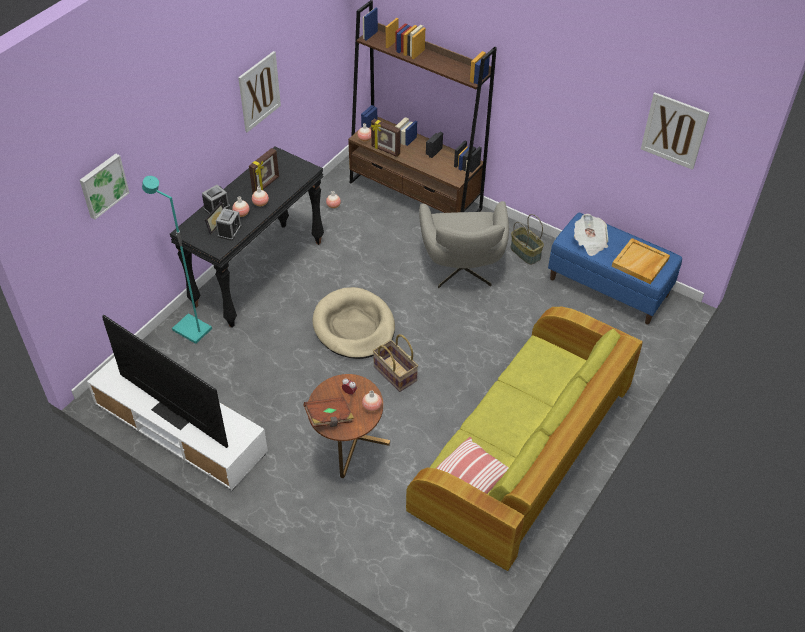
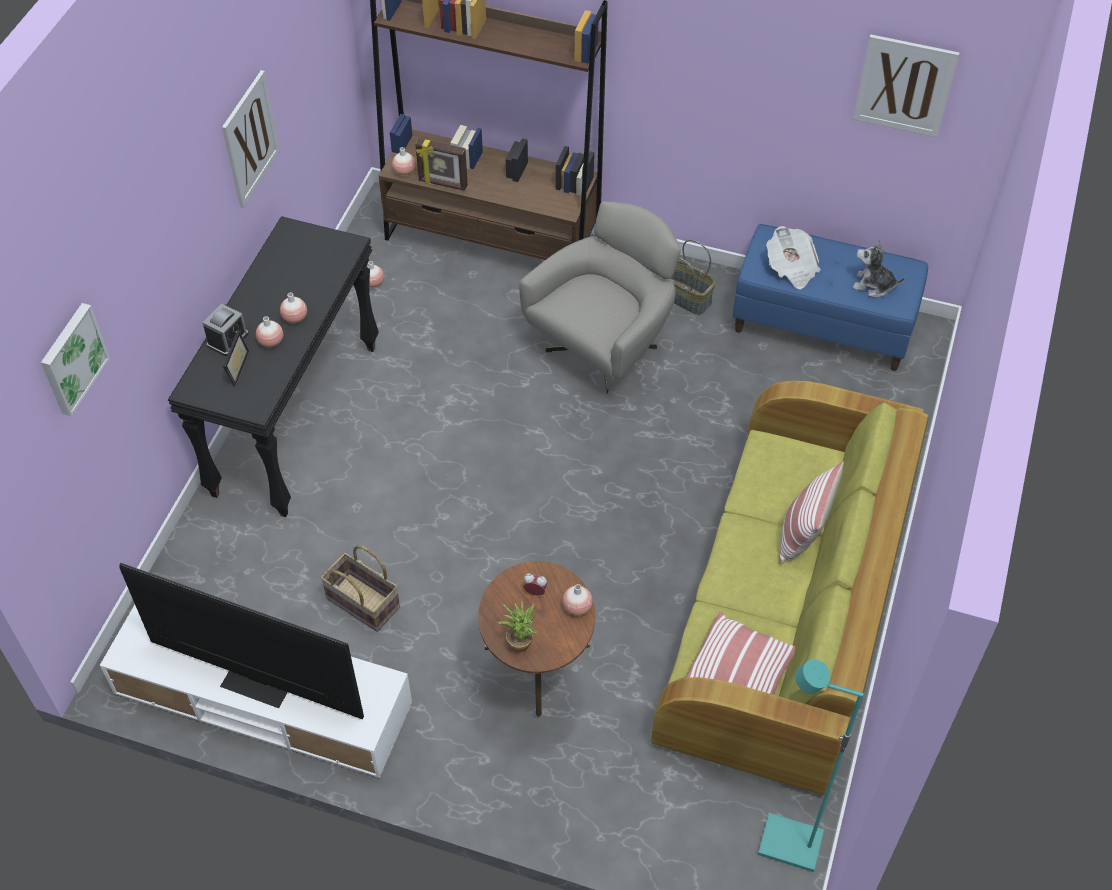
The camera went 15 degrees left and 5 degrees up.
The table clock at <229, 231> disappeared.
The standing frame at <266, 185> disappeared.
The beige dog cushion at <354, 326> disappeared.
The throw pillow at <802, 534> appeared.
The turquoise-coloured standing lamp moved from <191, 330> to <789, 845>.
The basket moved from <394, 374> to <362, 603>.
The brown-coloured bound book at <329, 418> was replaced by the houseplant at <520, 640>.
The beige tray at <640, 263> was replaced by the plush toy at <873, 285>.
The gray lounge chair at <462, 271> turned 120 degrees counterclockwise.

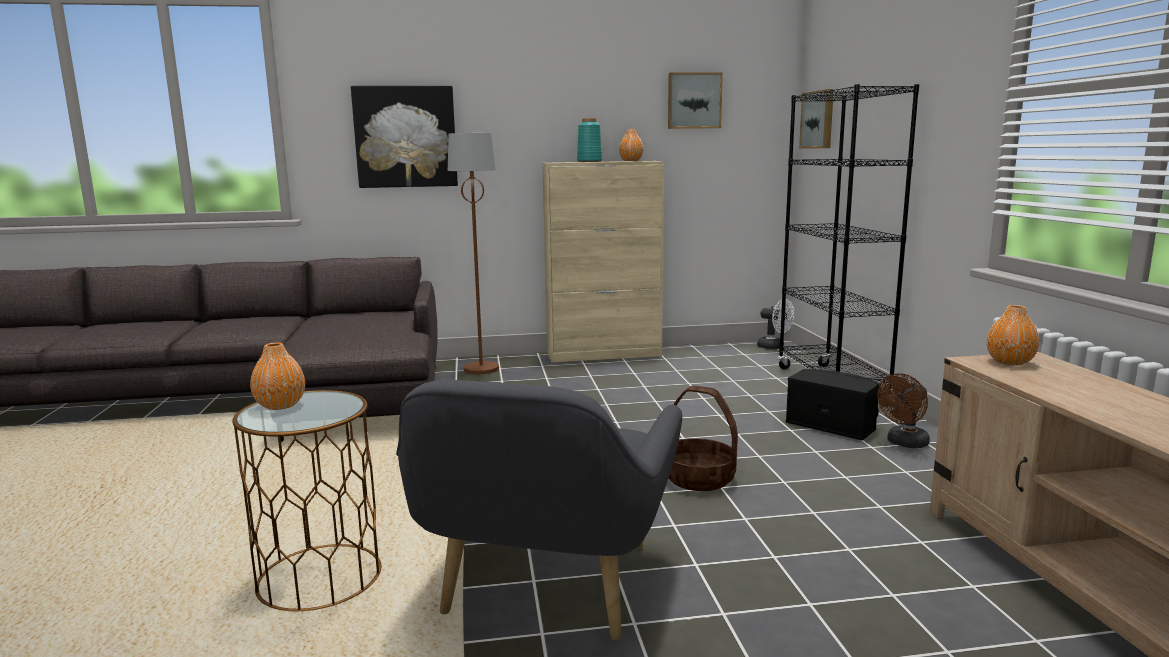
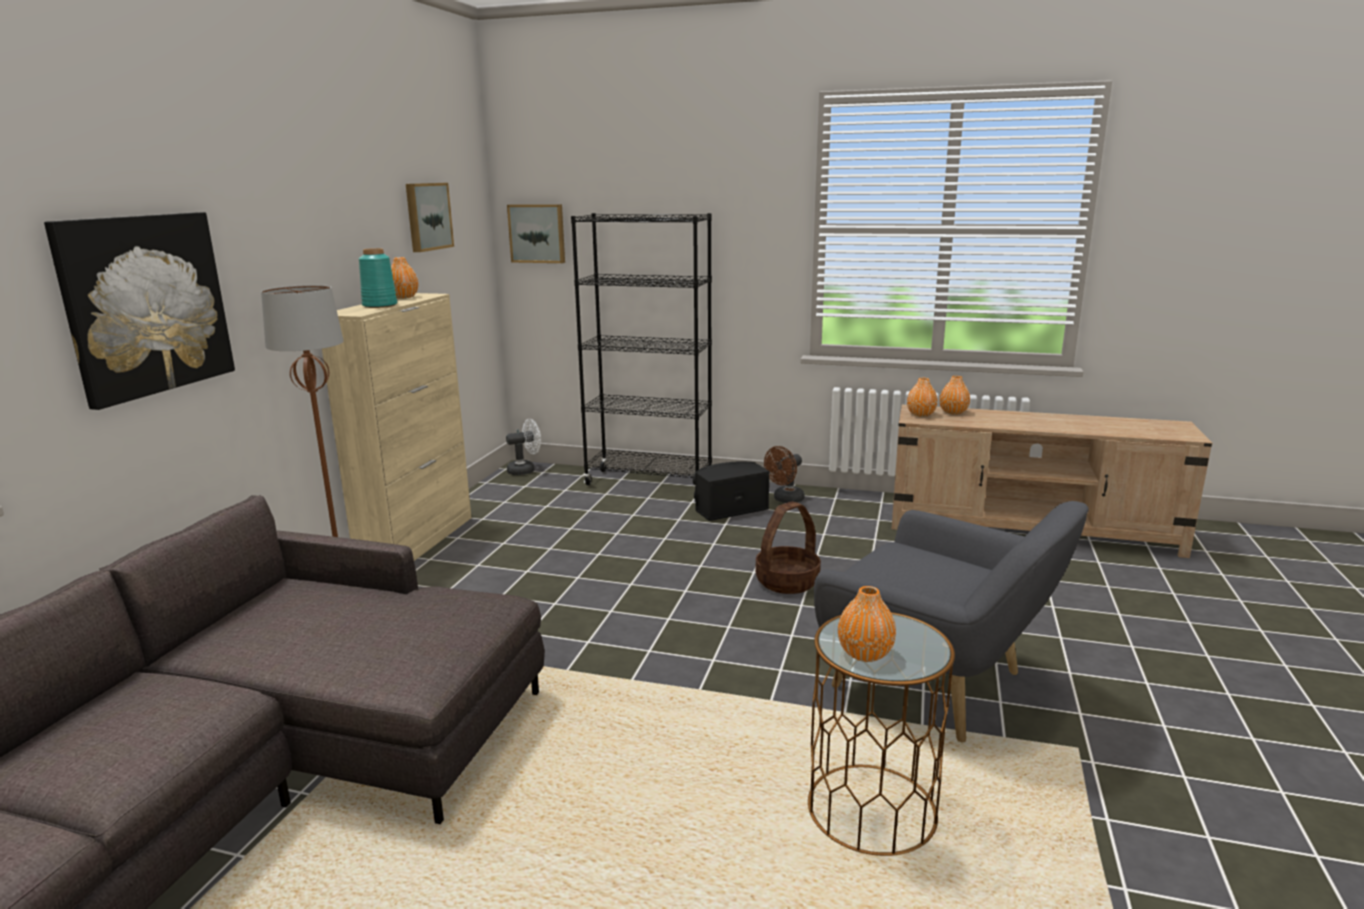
The camera went 65 degrees left and 5 degrees up.
The orange decorative vase at <953, 412> appeared.
The brown-coloured fan at <904, 443> turned 60 degrees clockwise.

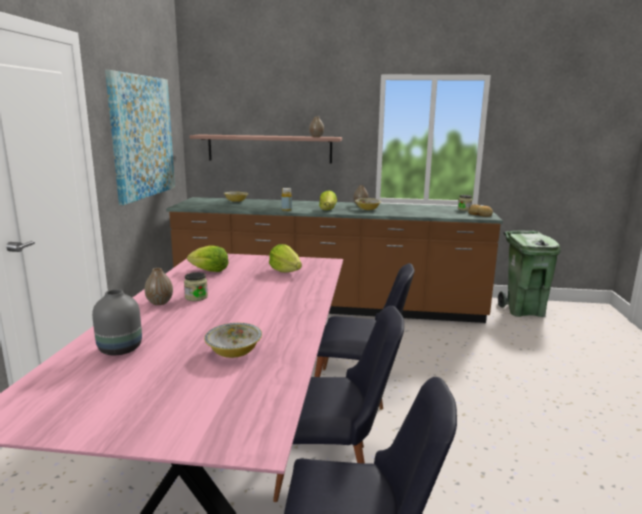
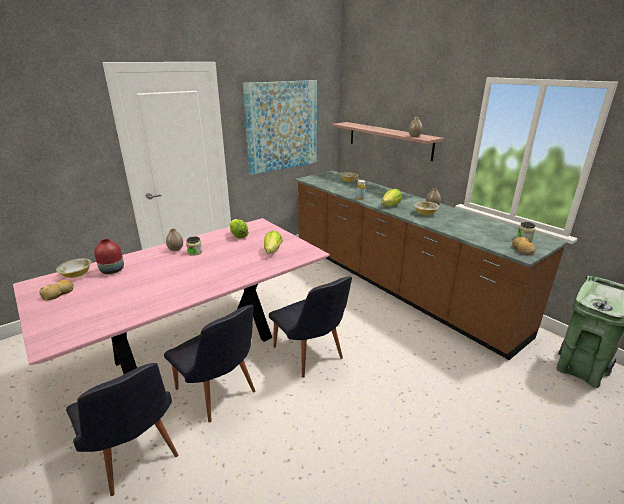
The camera went 45 degrees right and 10 degrees up.
The baked bread at <59, 293> appeared.
The bowl moved from <234, 352> to <76, 274>.
The gray decorative vase at <119, 349> became the reddish decorative vase at <111, 270>.

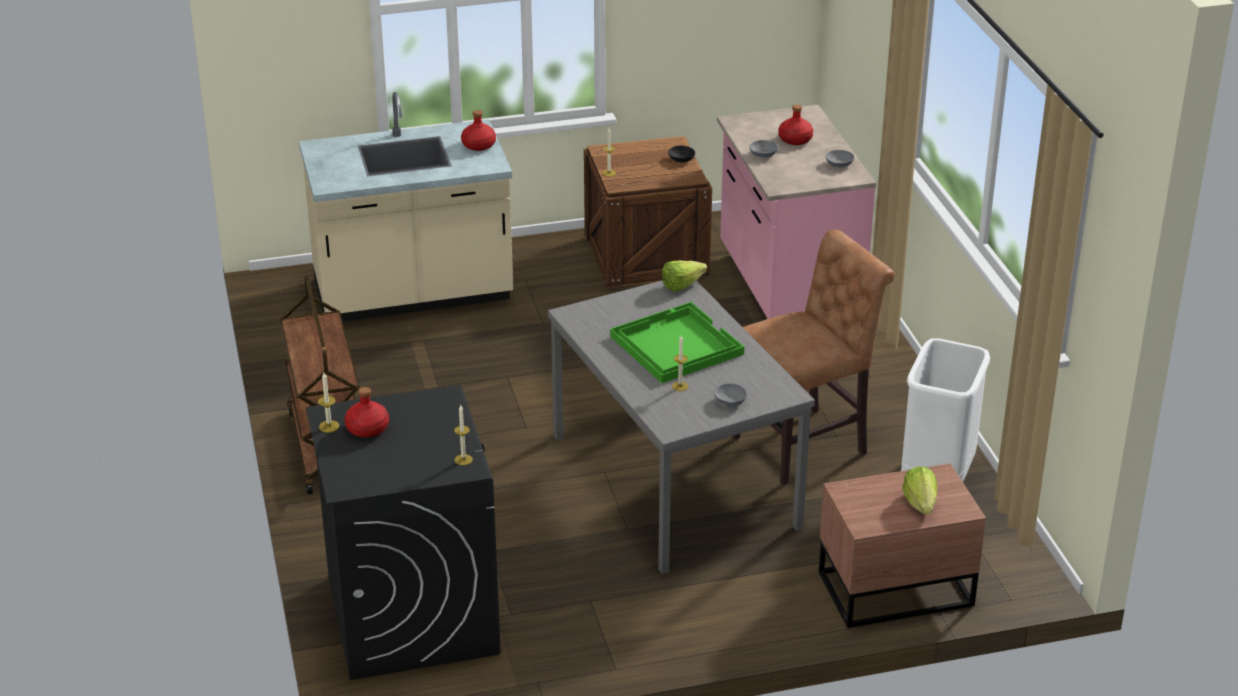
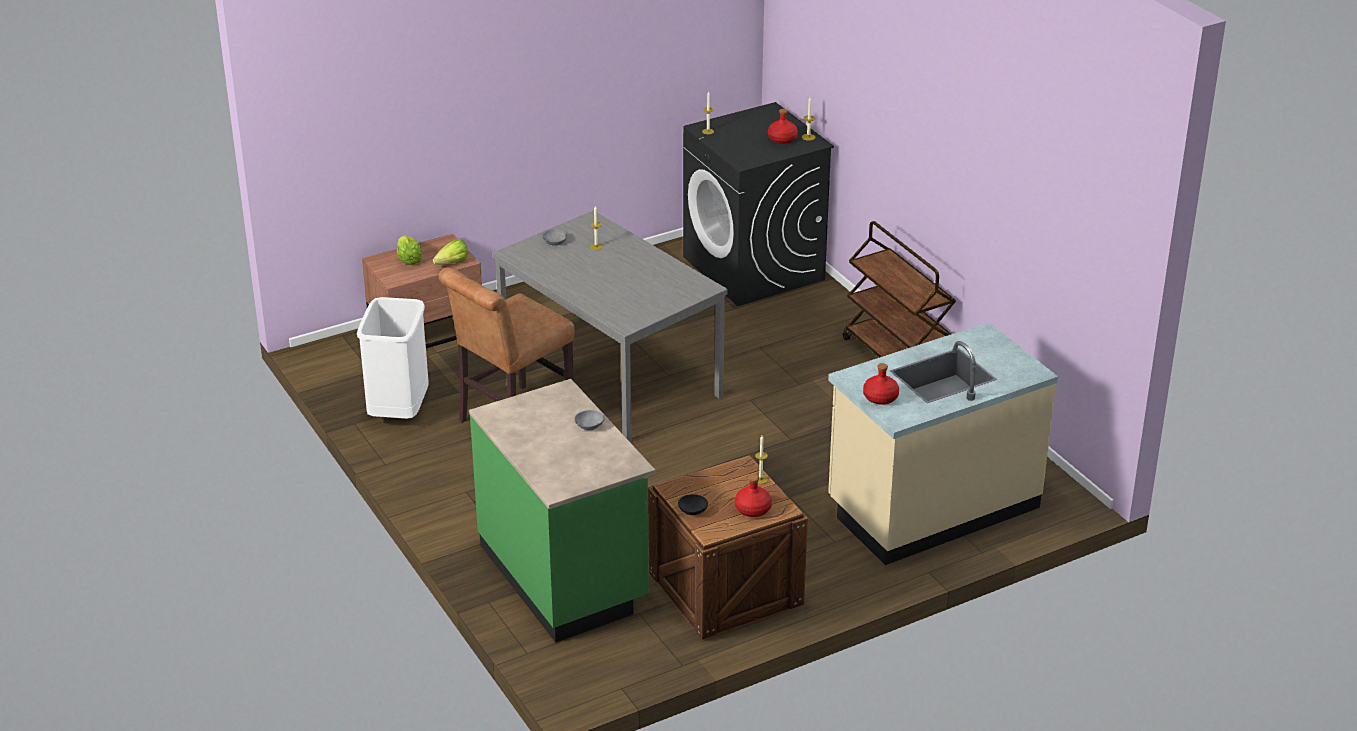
The camera went 165 degrees right and 0 degrees up.
The green tray at <675, 345> disappeared.
The gray bowl at <839, 164> disappeared.
The head of lettuce moved from <685, 285> to <449, 264>.
The reddish drink bottle moved from <795, 140> to <752, 509>.
The pinkish kitchen base unit at <786, 289> became the green kitchen base unit at <565, 575>.

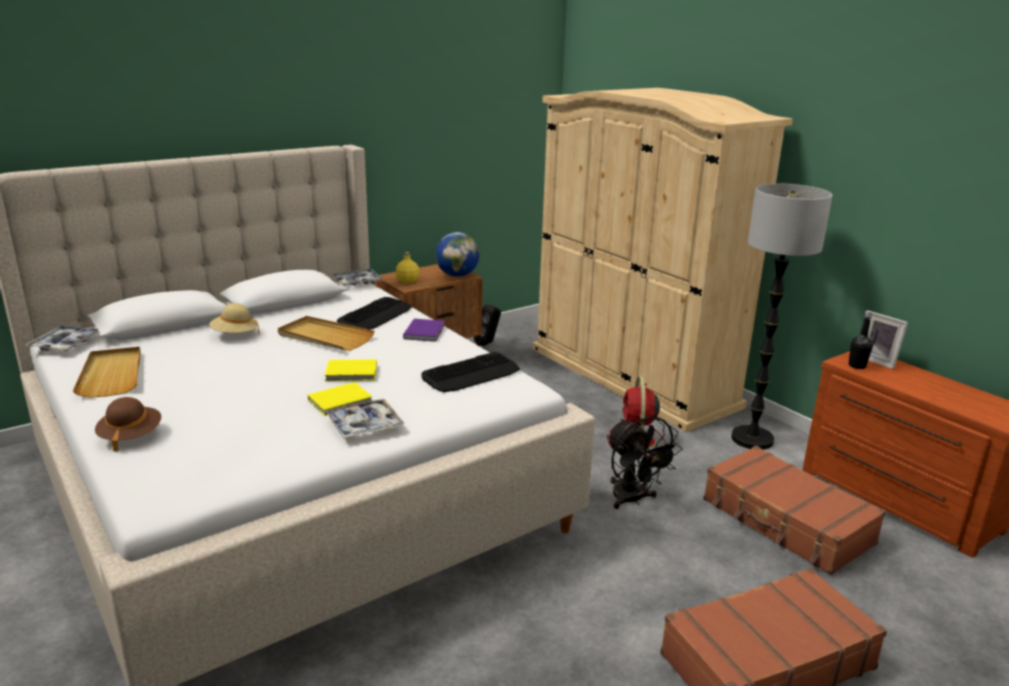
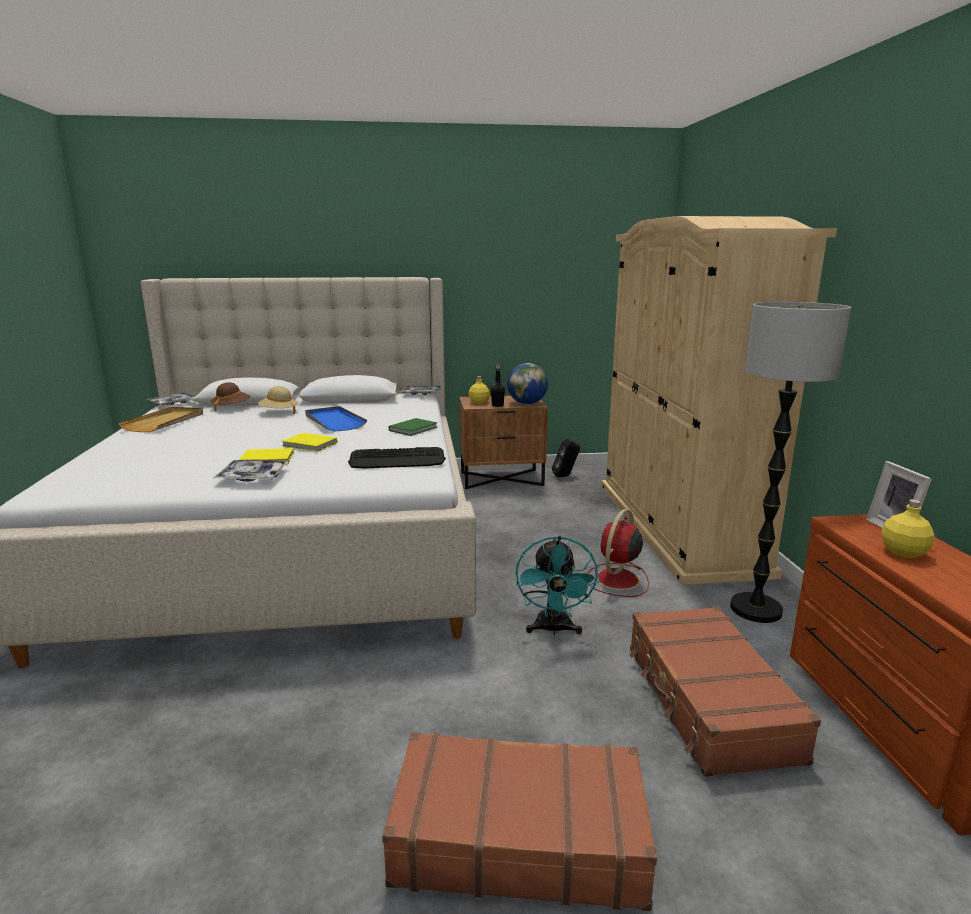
The camera went 30 degrees right and 5 degrees down.
The keyboard at <376, 315> disappeared.
The yellow drink bottle at <902, 552> appeared.
The brown-coloured wearable hat moved from <130, 436> to <231, 408>.
The blackish drink bottle moved from <857, 366> to <497, 405>.
The beige tray at <325, 337> became the blue-coloured tray at <334, 421>.
The purple bound book at <425, 331> became the green bound book at <414, 429>.
The blackish fan at <633, 500> became the turquoise-coloured fan at <553, 629>.

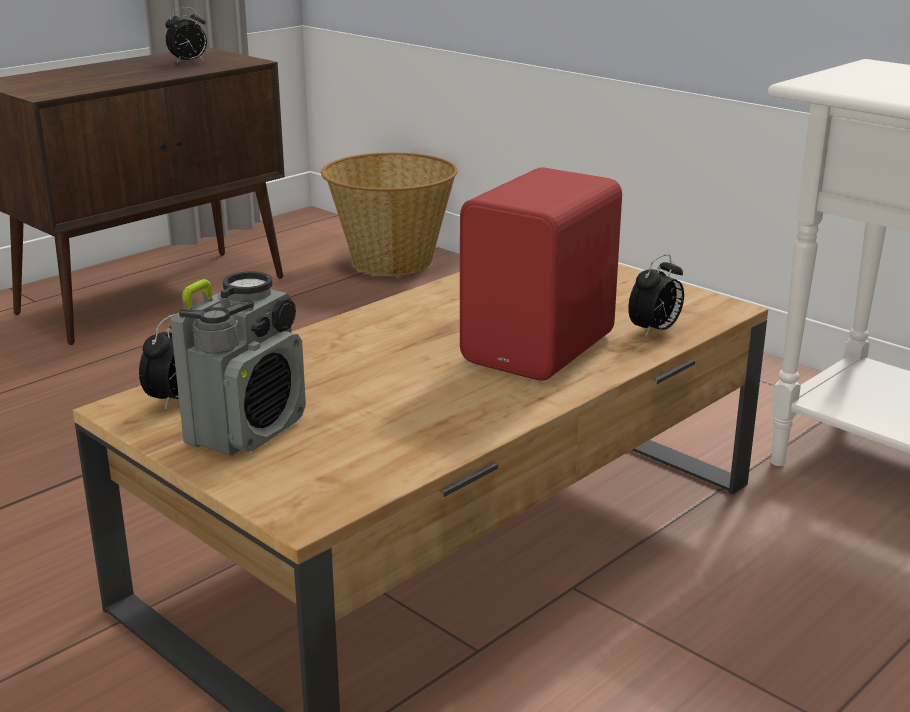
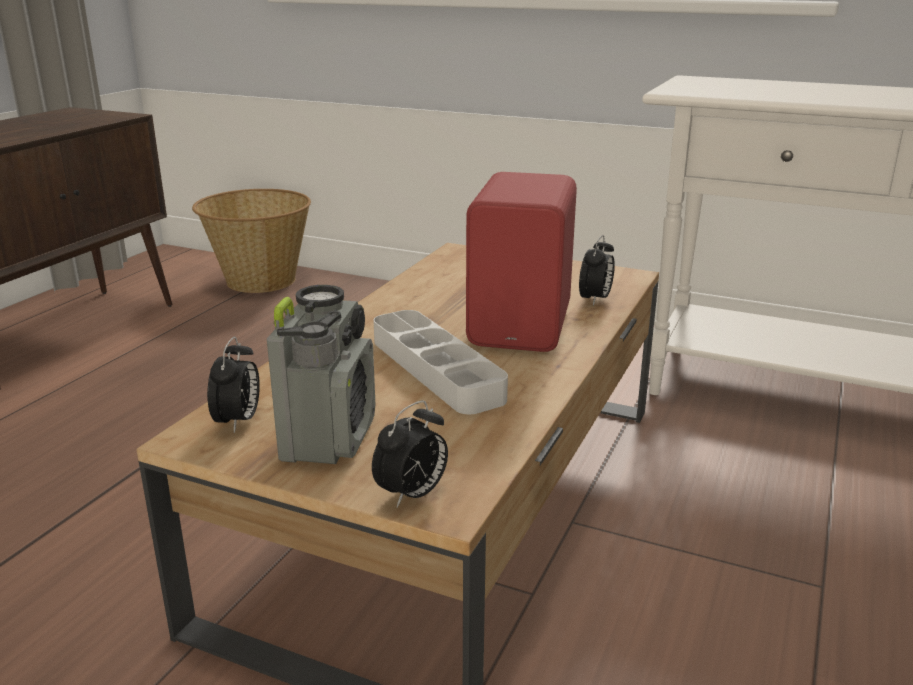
The camera went 20 degrees left and 0 degrees up.
The gray tray at <436, 369> appeared.
The table clock moved from <189, 62> to <412, 495>.

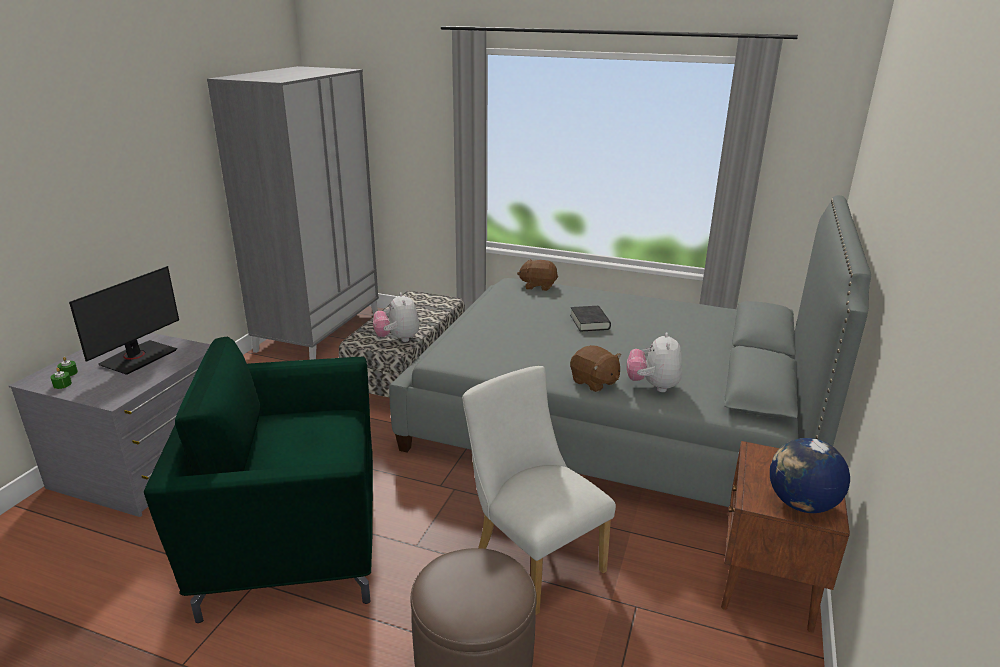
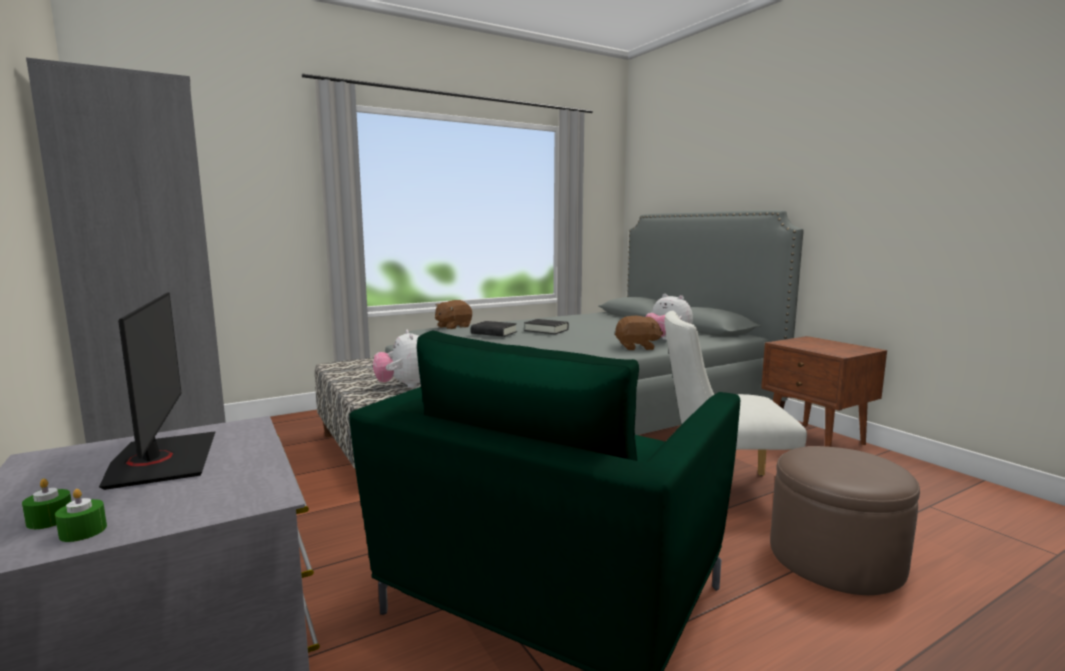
The camera went 50 degrees left and 15 degrees down.
The desk globe at <801, 504> disappeared.
The blackish bound book at <494, 333> appeared.
The plush toy at <398, 339> turned 45 degrees clockwise.

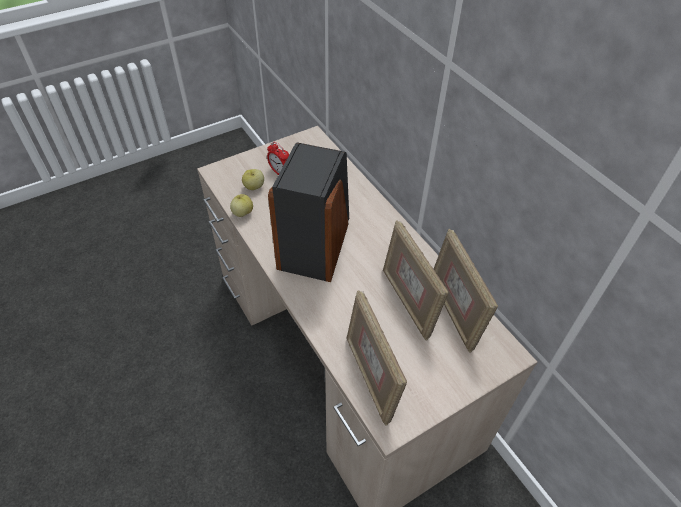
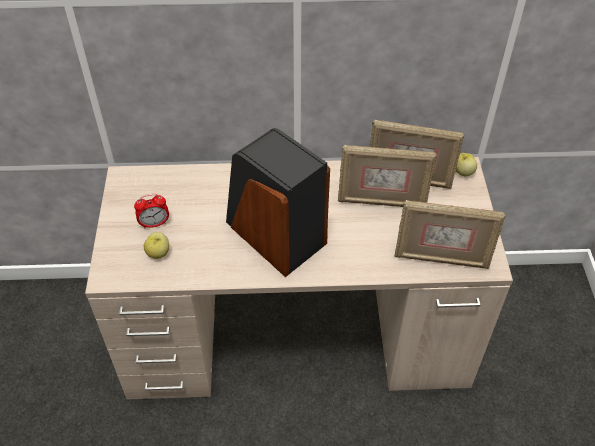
The camera went 60 degrees left and 0 degrees up.
The apple fruit moved from <242, 213> to <463, 172>.

